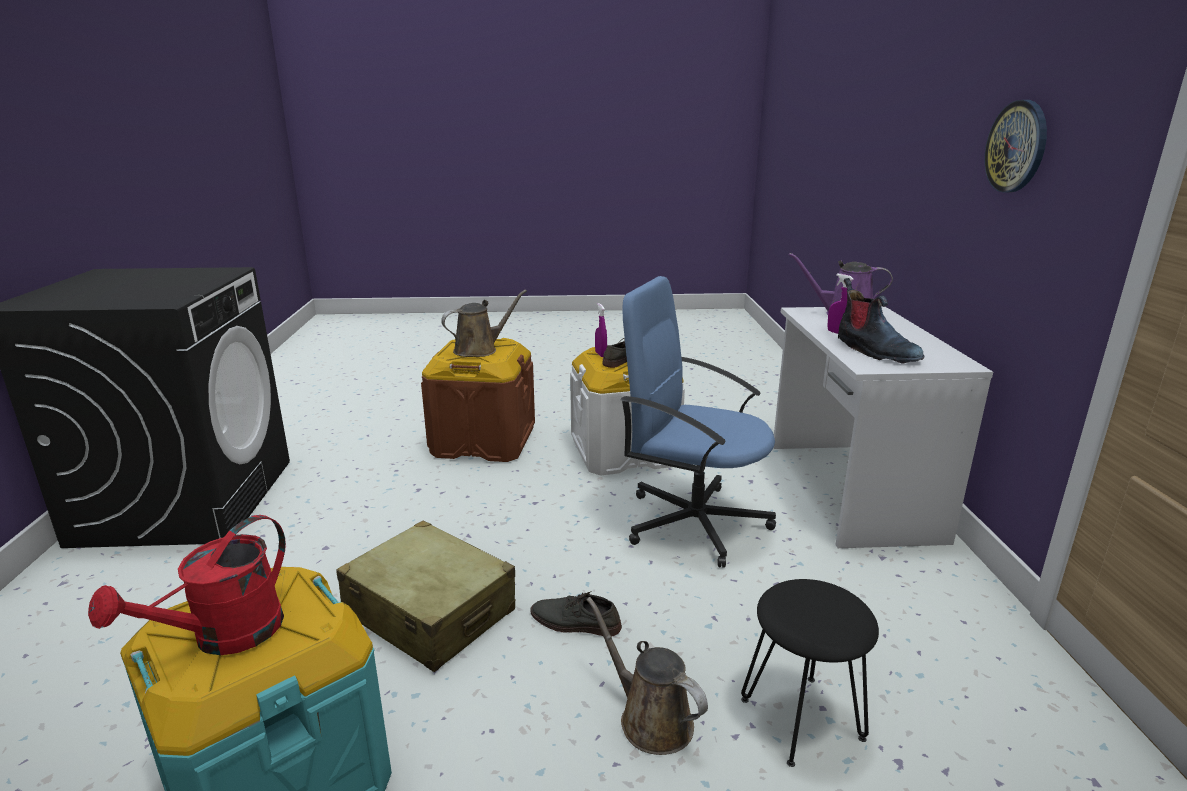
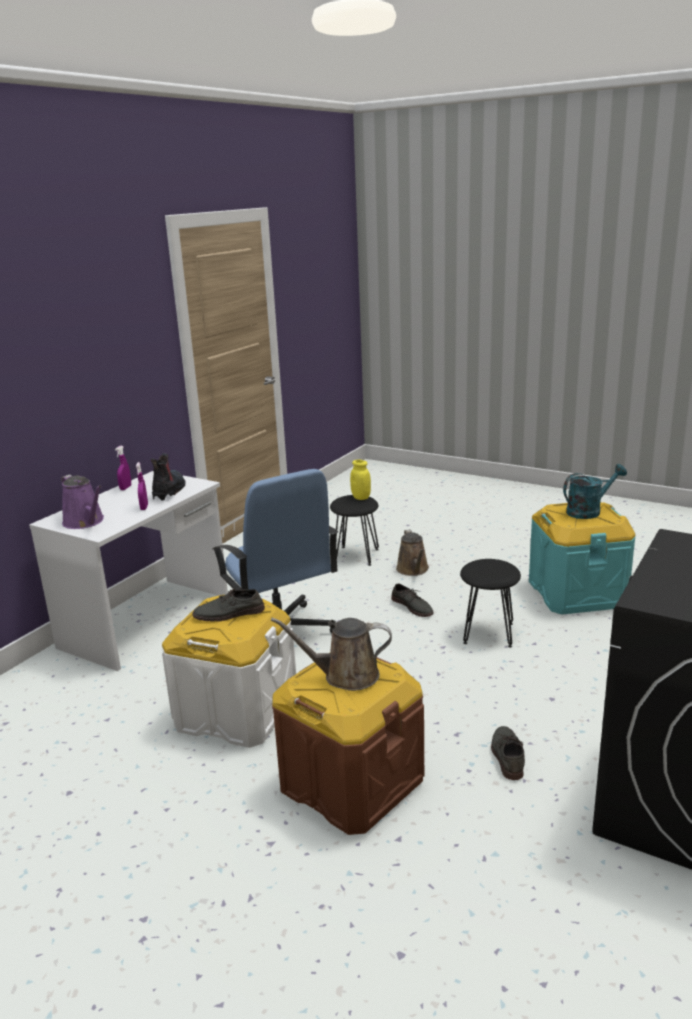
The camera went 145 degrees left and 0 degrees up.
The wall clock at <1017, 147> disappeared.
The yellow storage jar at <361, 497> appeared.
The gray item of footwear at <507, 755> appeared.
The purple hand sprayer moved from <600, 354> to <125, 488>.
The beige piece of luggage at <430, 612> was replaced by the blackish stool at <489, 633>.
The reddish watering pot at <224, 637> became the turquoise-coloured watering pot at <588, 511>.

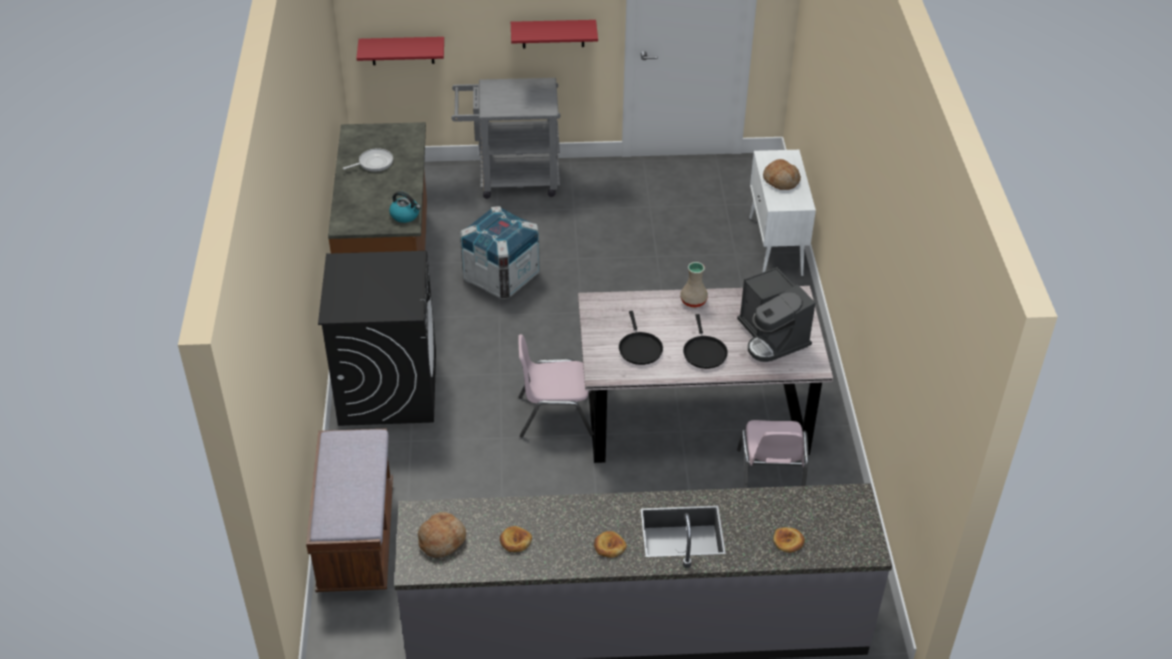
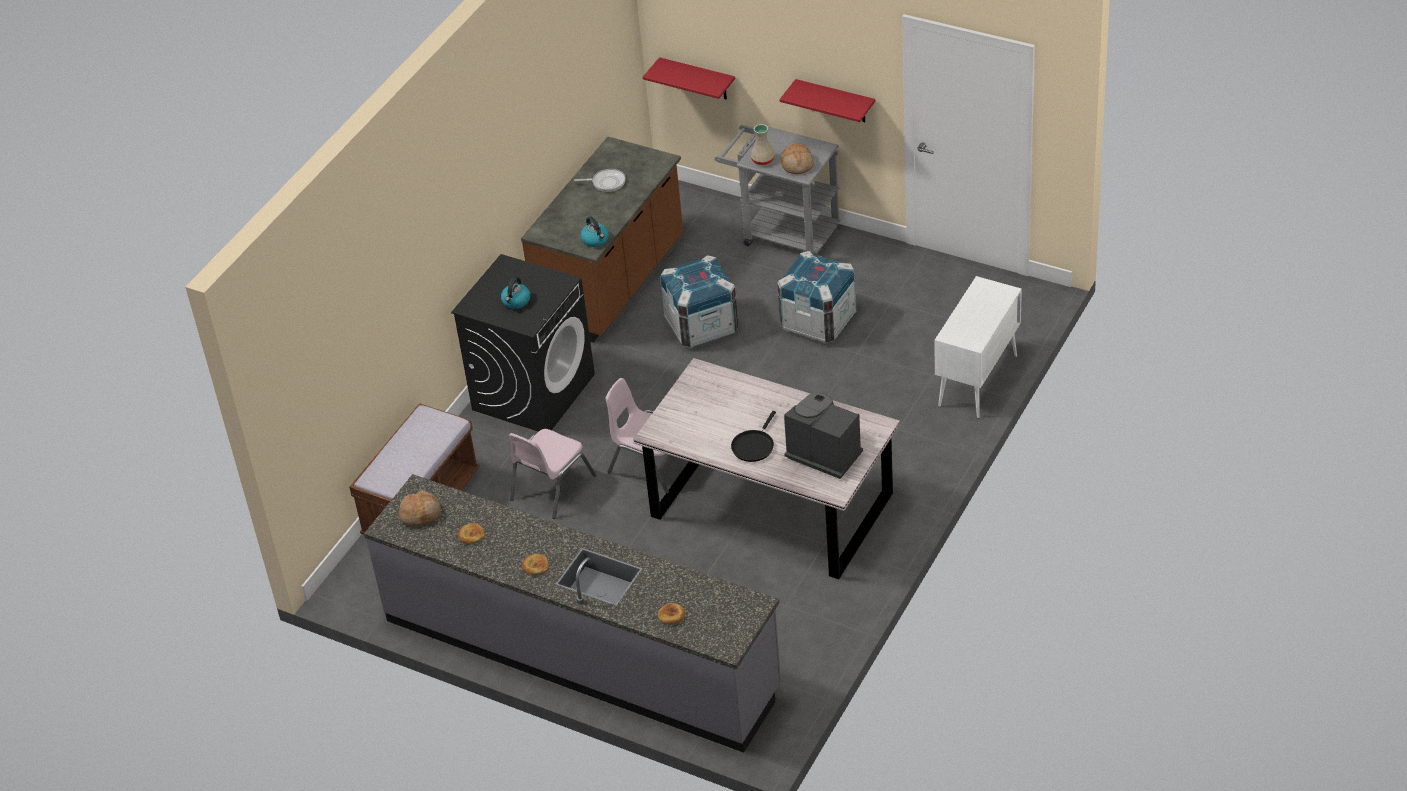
The camera went 35 degrees right and 0 degrees up.
The blackish frying pan at <639, 348> disappeared.
The tea kettle at <516, 301> appeared.
The crate at <818, 321> appeared.
The beige decorative vase moved from <693, 300> to <763, 160>.
The pinkish plain chair moved from <770, 479> to <551, 487>.
The baked bread moved from <781, 180> to <797, 164>.
The coffee brewer at <772, 337> turned 120 degrees clockwise.

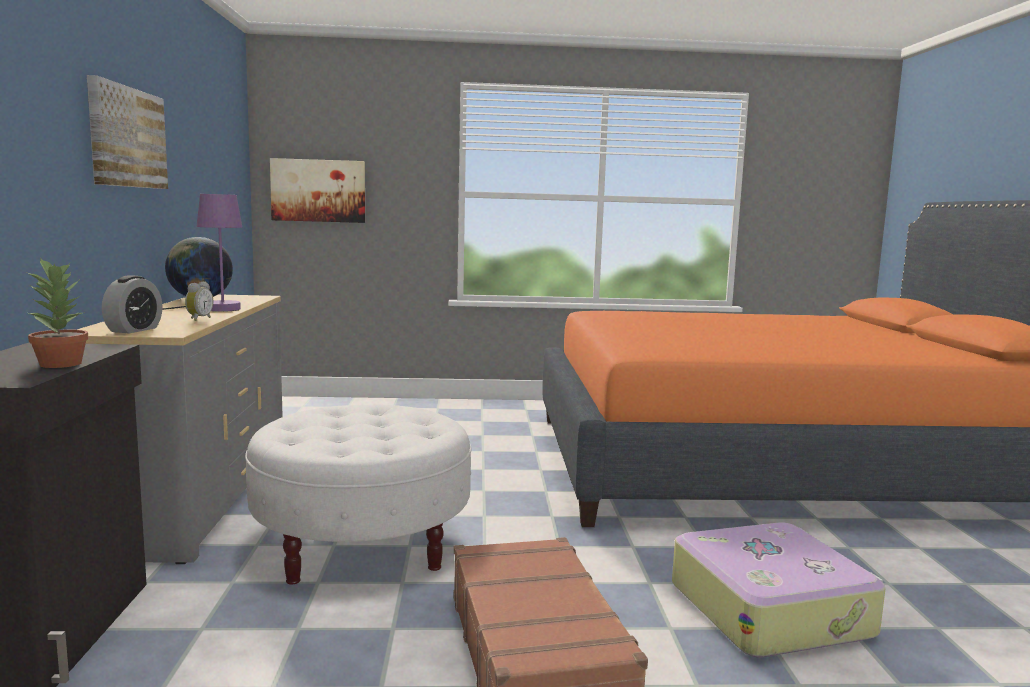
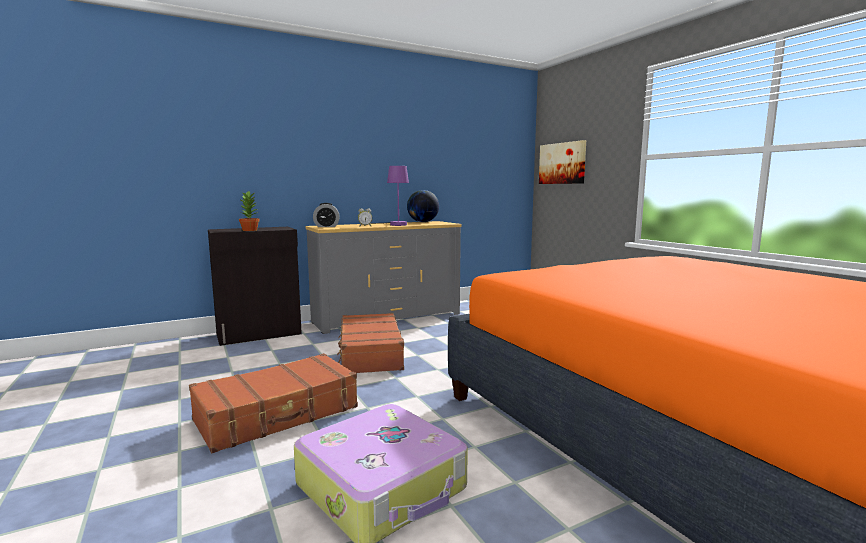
The camera went 65 degrees right and 0 degrees up.
The wall picture at <126, 137> disappeared.
The white-coloured pouffe at <362, 544> was replaced by the brown-coloured piece of luggage at <370, 353>.

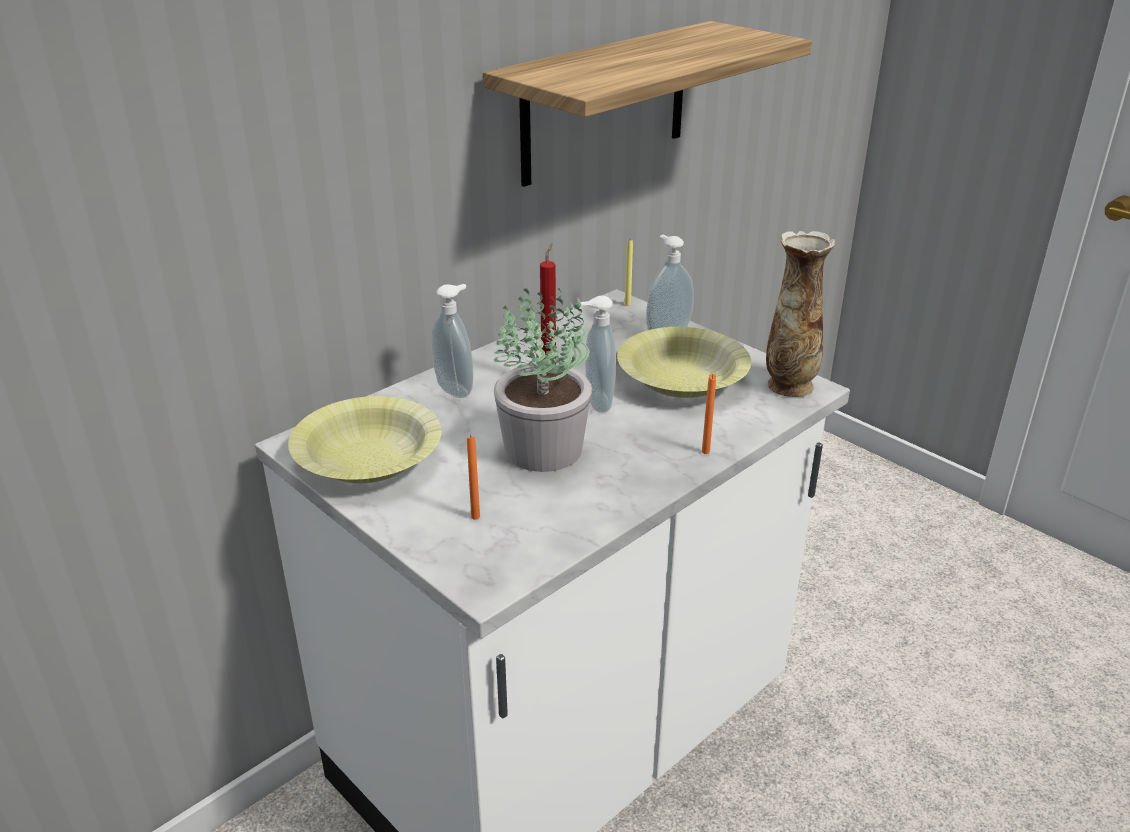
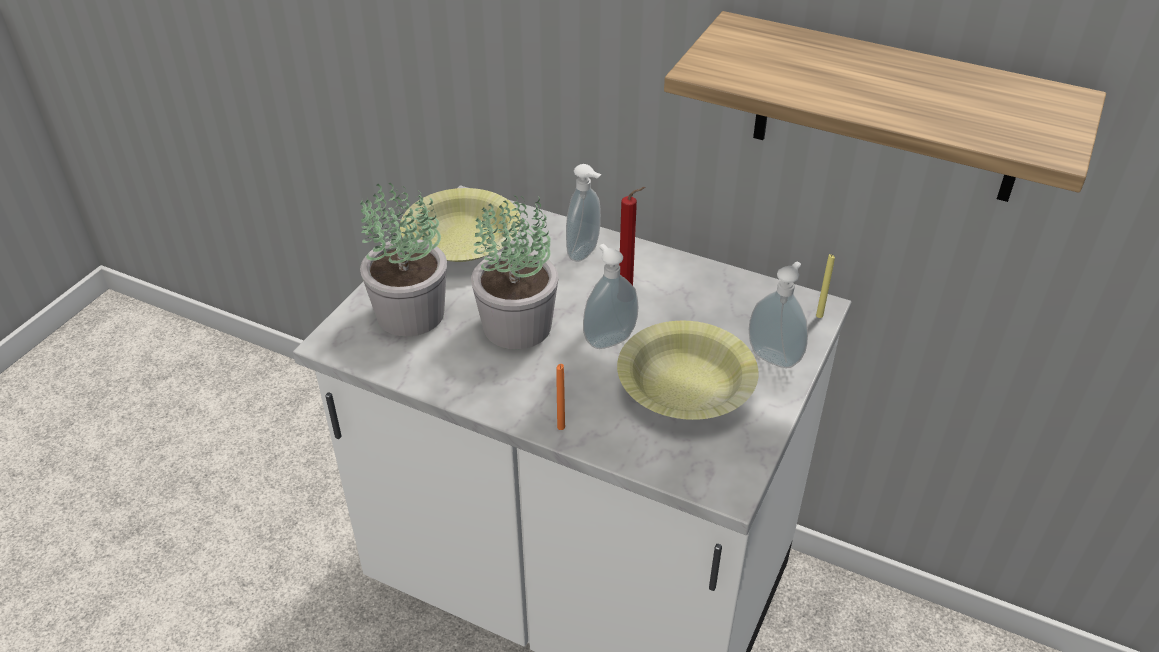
The camera went 70 degrees right and 10 degrees up.
The decorative vase at <789, 385> disappeared.
The orange wax light at <475, 517> was replaced by the houseplant at <410, 314>.

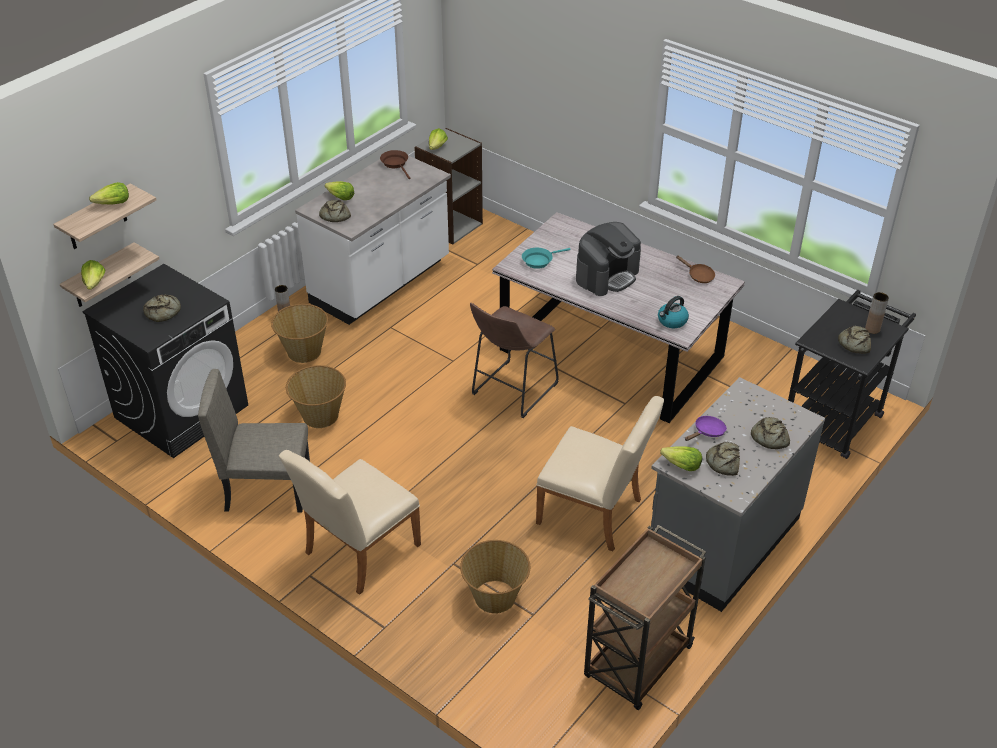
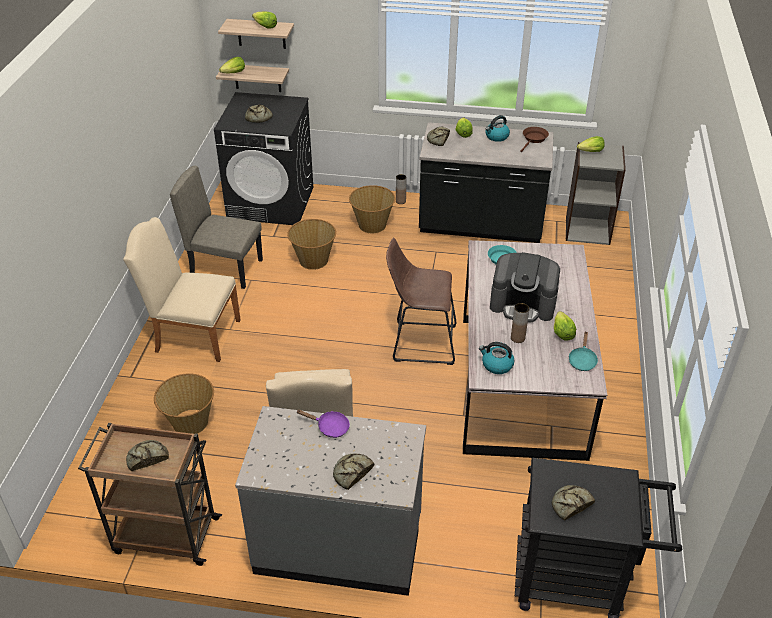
The camera went 60 degrees right and 0 degrees up.
The tea kettle at <496, 137> appeared.
The head of lettuce moved from <681, 466> to <562, 333>.
The baked bread moved from <723, 462> to <147, 458>.
The brown-coloured decorative vase moved from <872, 329> to <517, 338>.
The white-coloured kitchen base unit at <381, 283> became the blackish kitchen base unit at <480, 227>.
The brown-coloured frying pan at <698, 276> became the turquoise-coloured frying pan at <582, 360>.
The beige plain chair at <268, 488> turned 45 degrees counterclockwise.

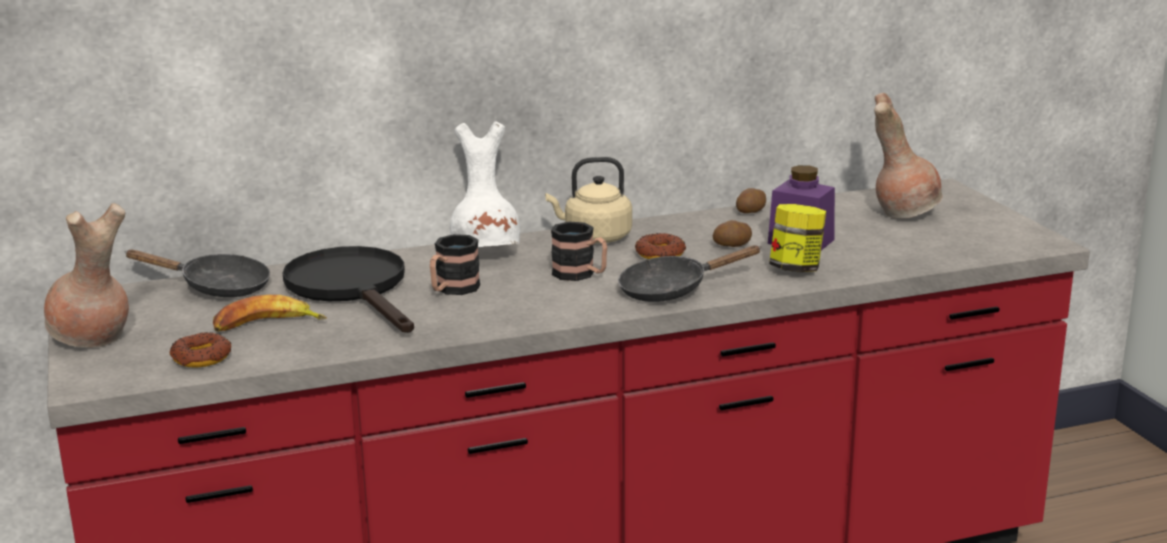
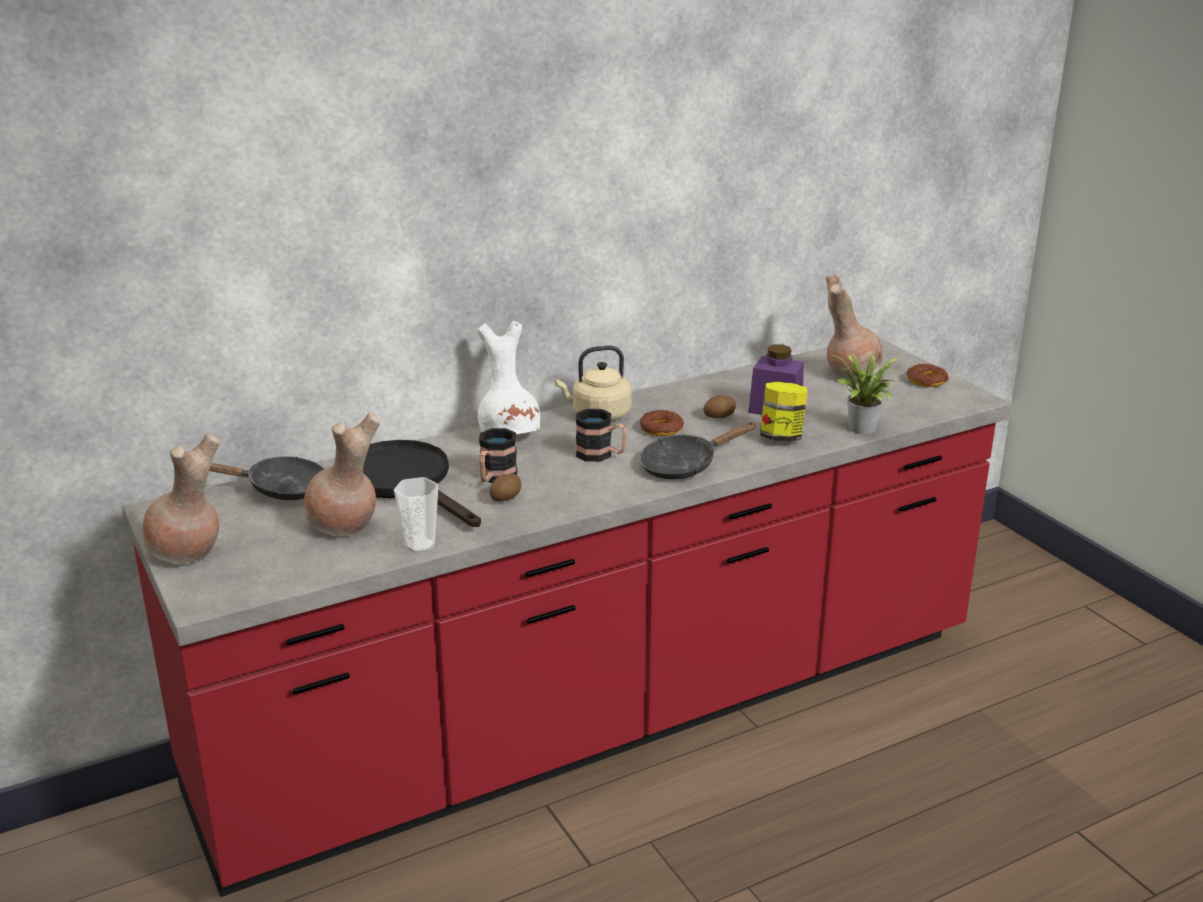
The camera went 10 degrees left and 5 degrees up.
The small cup at <420, 545> appeared.
The houseplant at <861, 430> appeared.
The donut moved from <201, 358> to <926, 381>.
The whole potato moved from <751, 212> to <506, 498>.
The banana at <267, 325> was replaced by the brown-coloured decorative vase at <343, 527>.

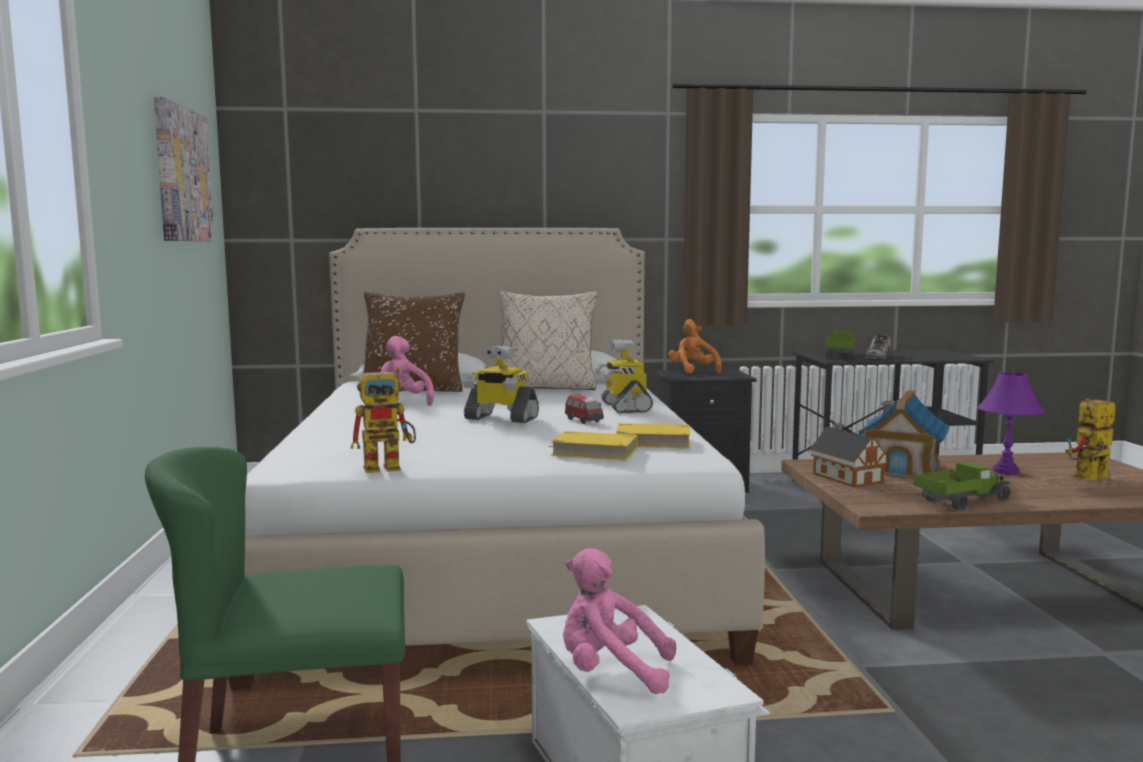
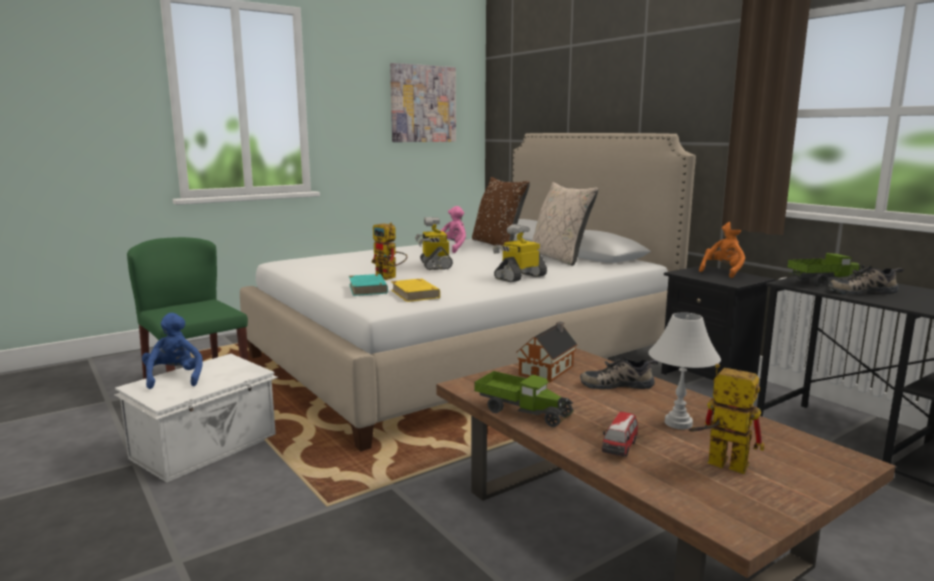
The camera went 60 degrees right and 5 degrees up.
The model robot moved from <390, 467> to <390, 277>.
The miniature car moved from <584, 421> to <620, 448>.
The miniature house at <902, 467> was replaced by the item of footwear at <617, 384>.
The yellow bound book at <594, 452> became the turquoise-coloured bound book at <368, 288>.
The pinkish plush toy at <611, 673> became the blue-coloured plush toy at <174, 378>.
The purple tabletop lamp at <1006, 472> became the white-coloured tabletop lamp at <679, 423>.

